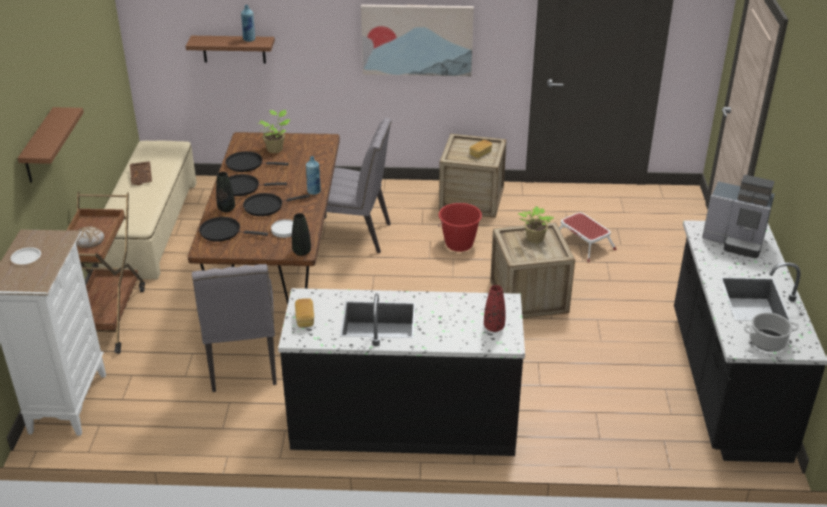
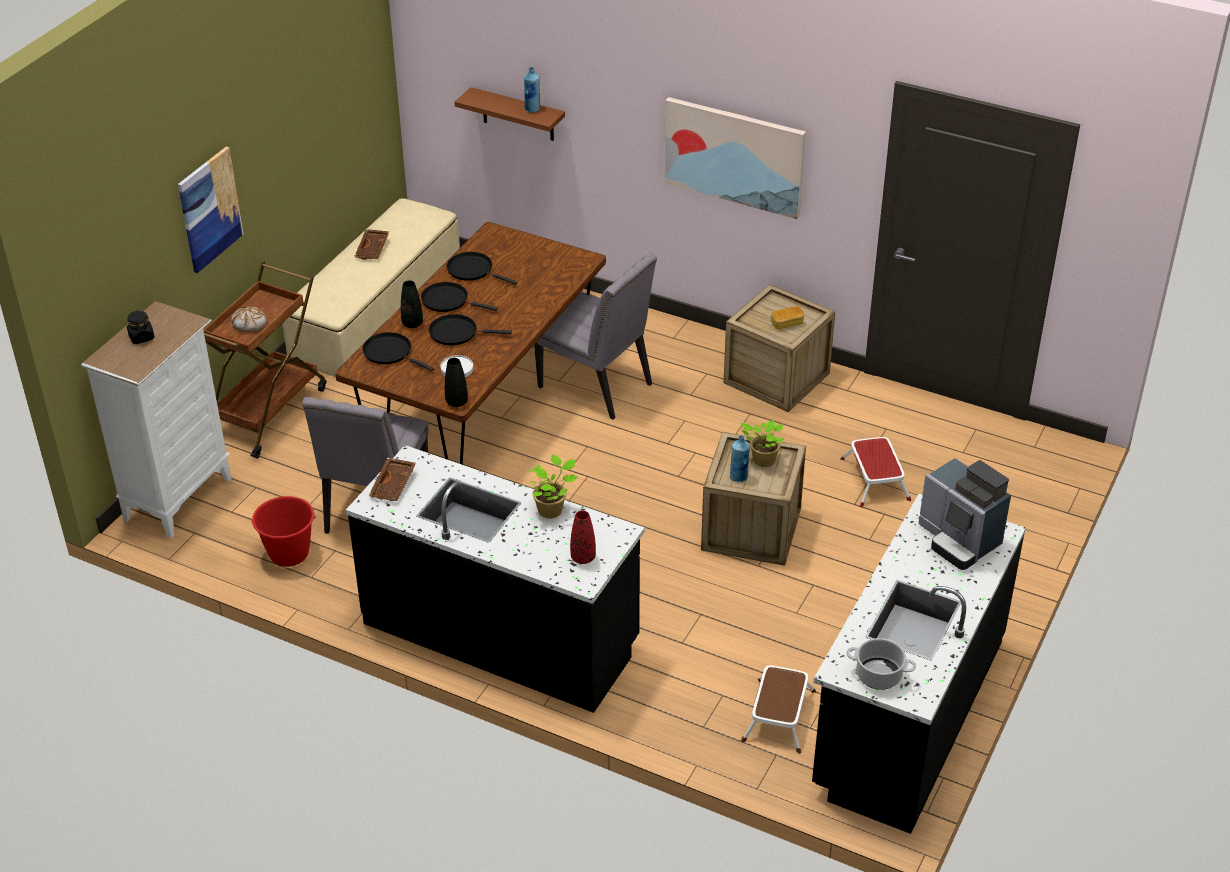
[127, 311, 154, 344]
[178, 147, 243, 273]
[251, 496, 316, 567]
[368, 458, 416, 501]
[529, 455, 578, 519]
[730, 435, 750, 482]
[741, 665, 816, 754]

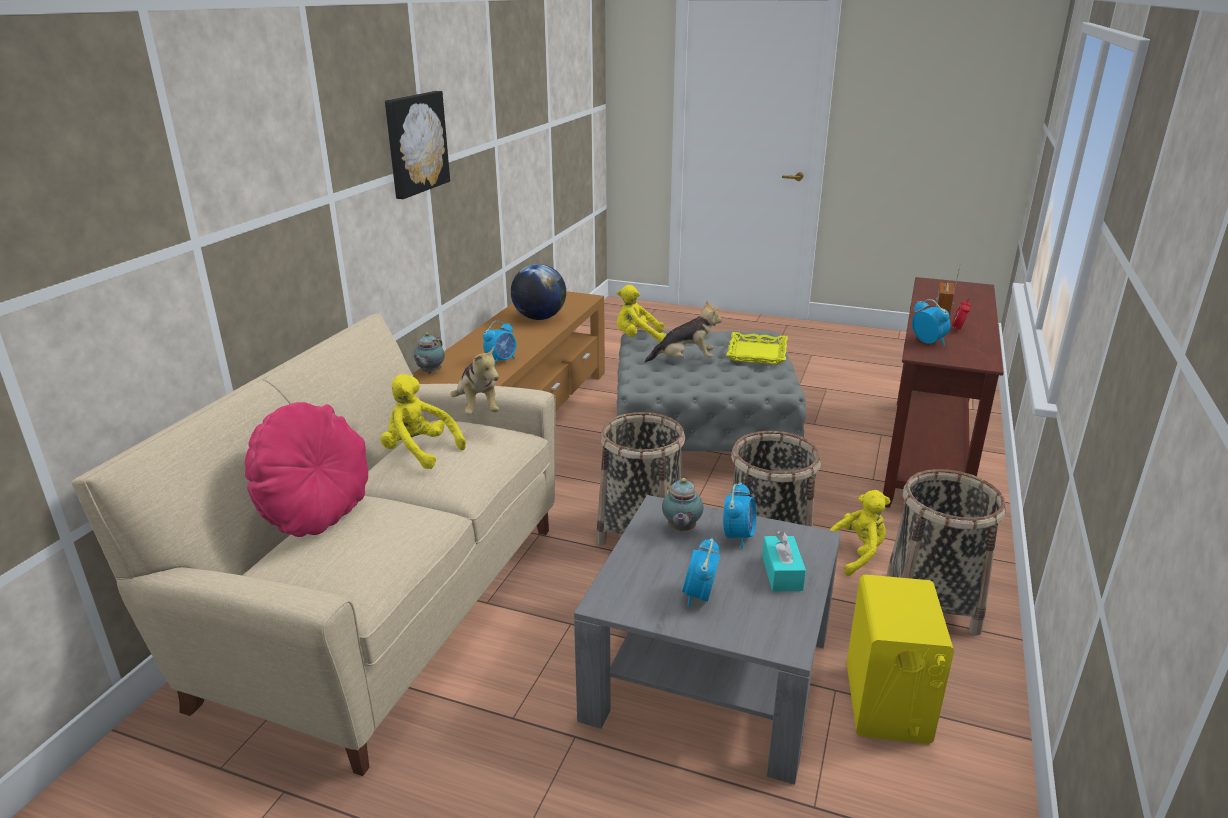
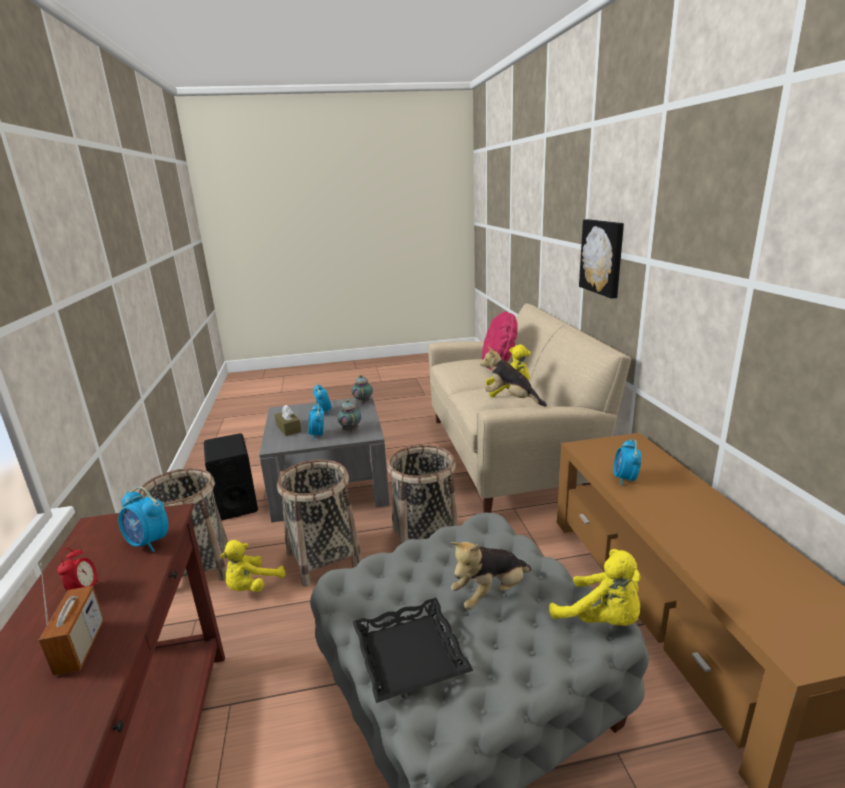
[204, 433, 258, 521]
[275, 405, 301, 436]
[352, 375, 373, 404]
[353, 598, 473, 703]
[549, 549, 641, 626]
[579, 219, 624, 299]
[511, 264, 566, 320] (first image)

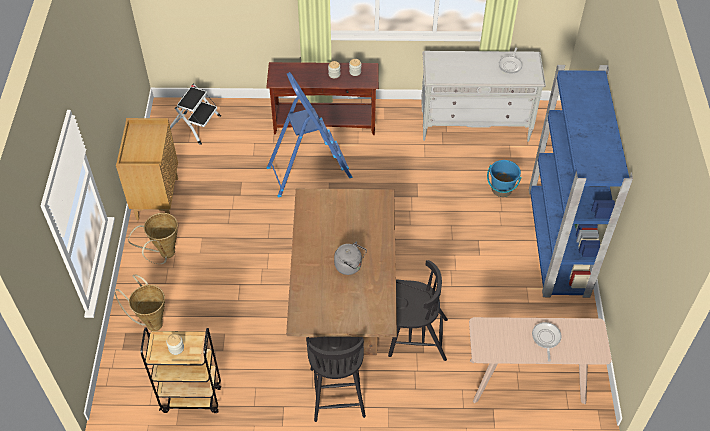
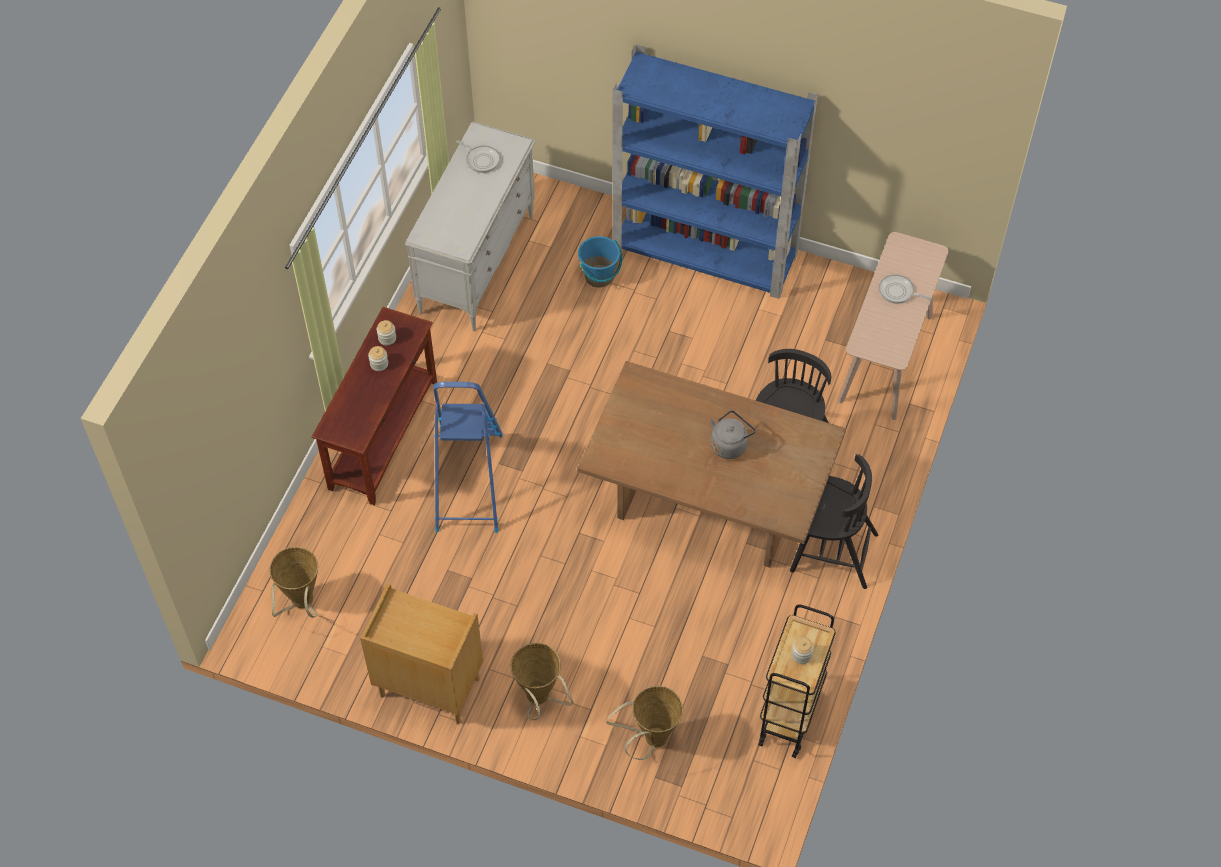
[269, 547, 318, 618]

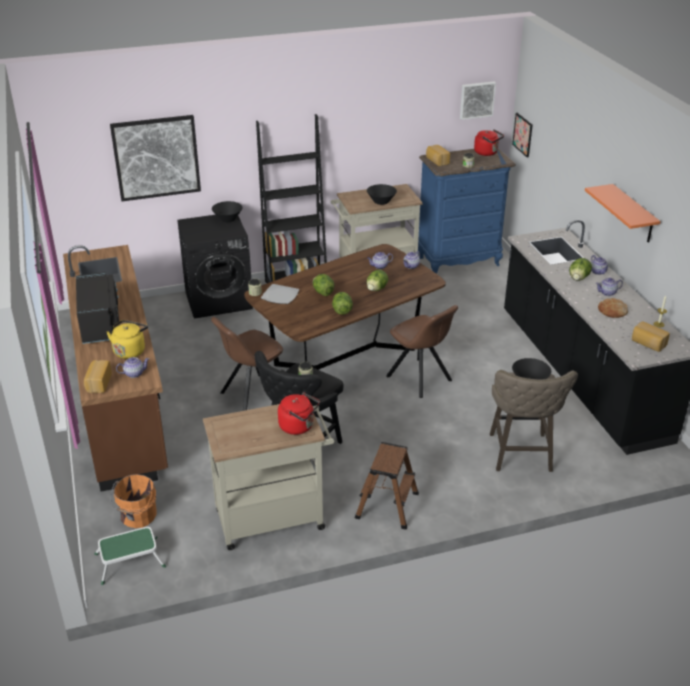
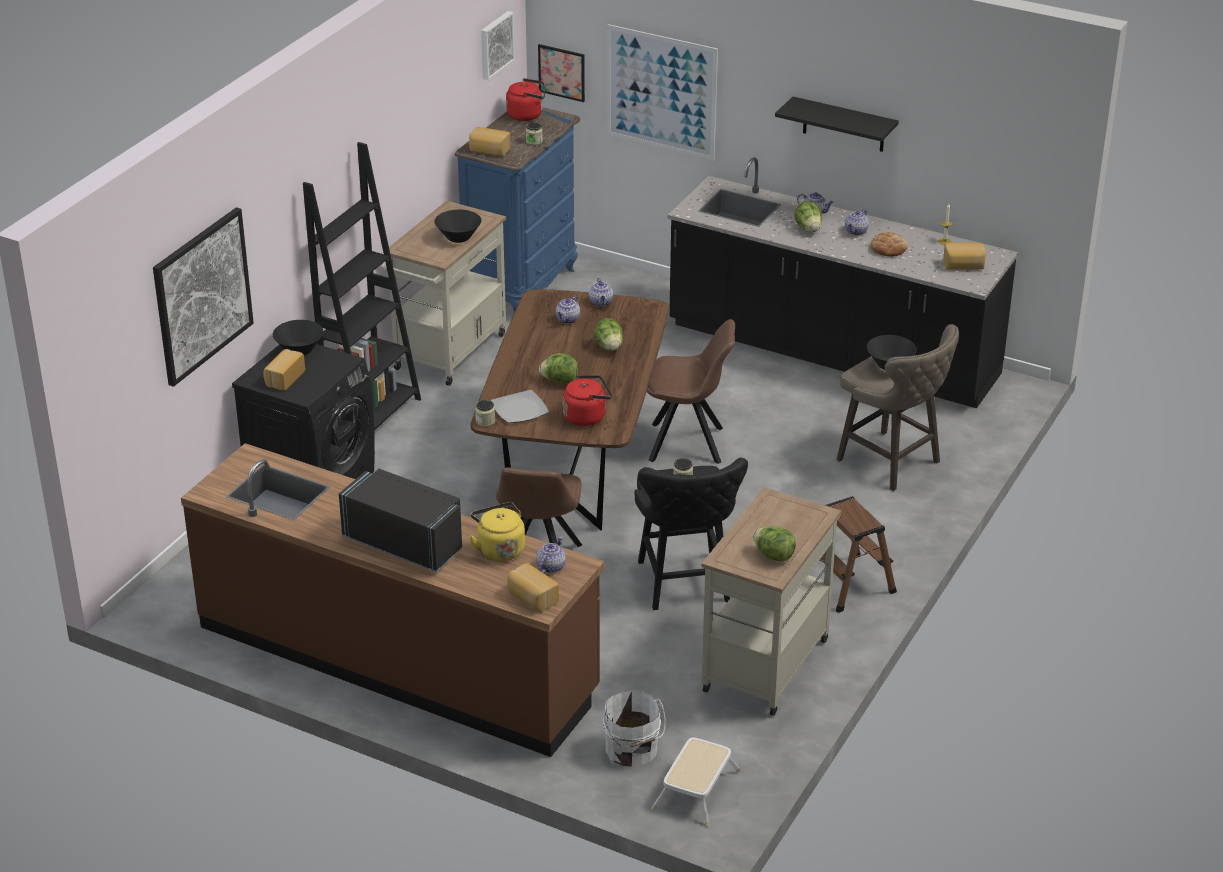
[263, 349, 305, 390]
[563, 375, 612, 426]
[602, 690, 666, 767]
[607, 24, 718, 160]
[651, 738, 741, 827]
[753, 526, 796, 562]
[775, 96, 899, 152]

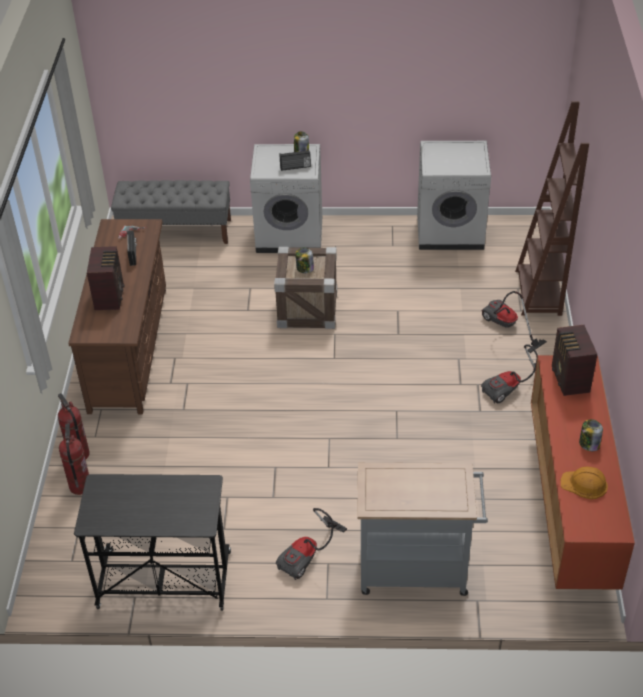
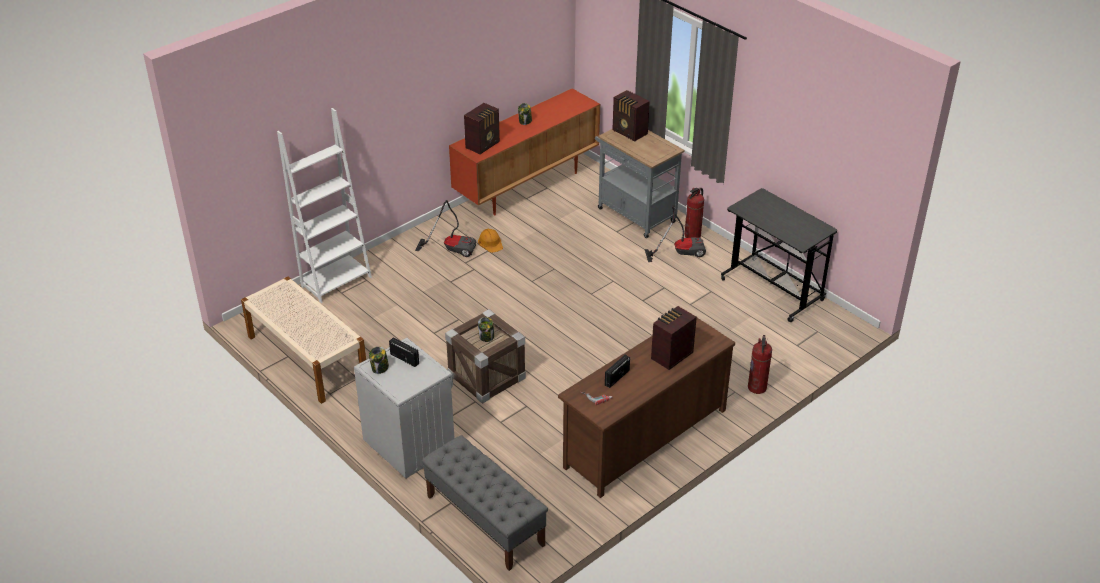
[241, 276, 366, 404]
[277, 108, 372, 303]
[478, 229, 503, 253]
[612, 90, 650, 141]
[685, 188, 704, 238]
[481, 291, 547, 353] (first image)

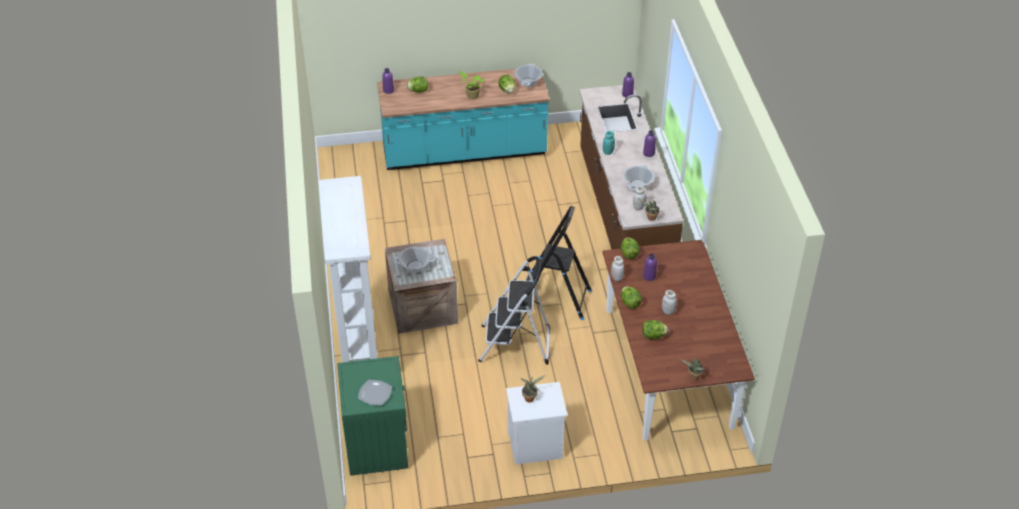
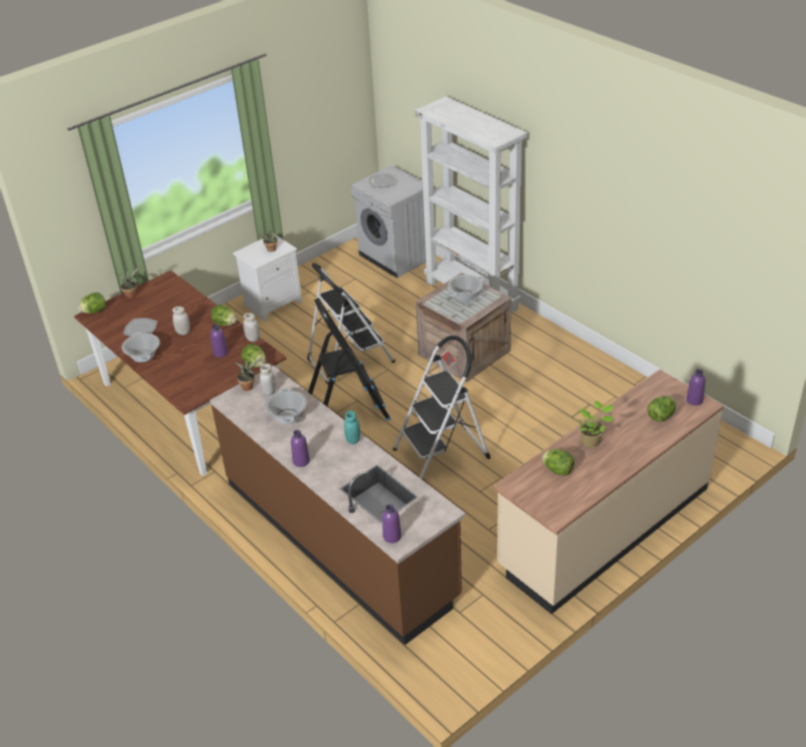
[78, 293, 106, 314]
[121, 332, 160, 362]
[123, 318, 157, 337]
[351, 165, 426, 278]
[393, 336, 491, 479]
[493, 369, 724, 614]

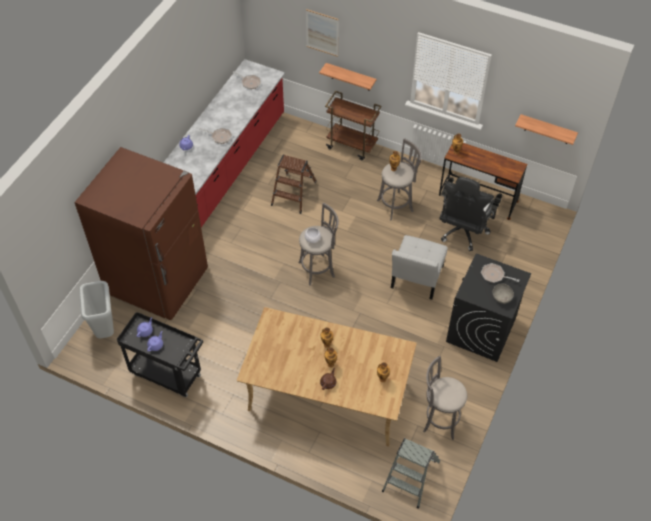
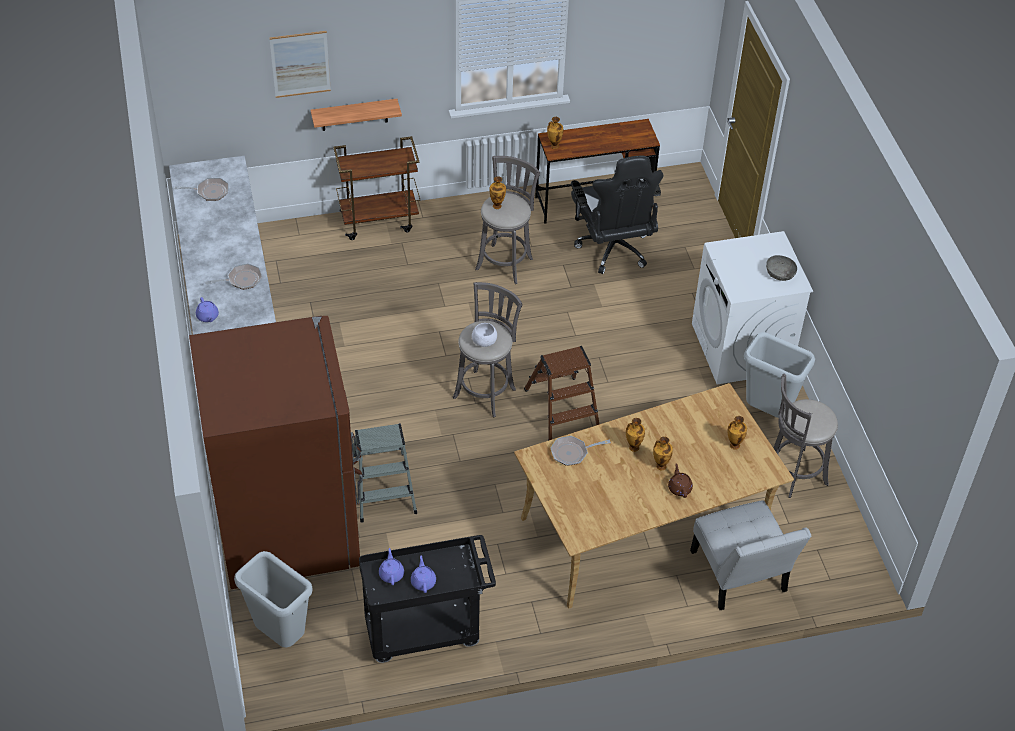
[353, 423, 417, 523]
[524, 346, 599, 441]
[551, 436, 611, 466]
[690, 500, 811, 610]
[692, 231, 813, 384]
[744, 332, 815, 418]
[515, 114, 578, 145] (first image)

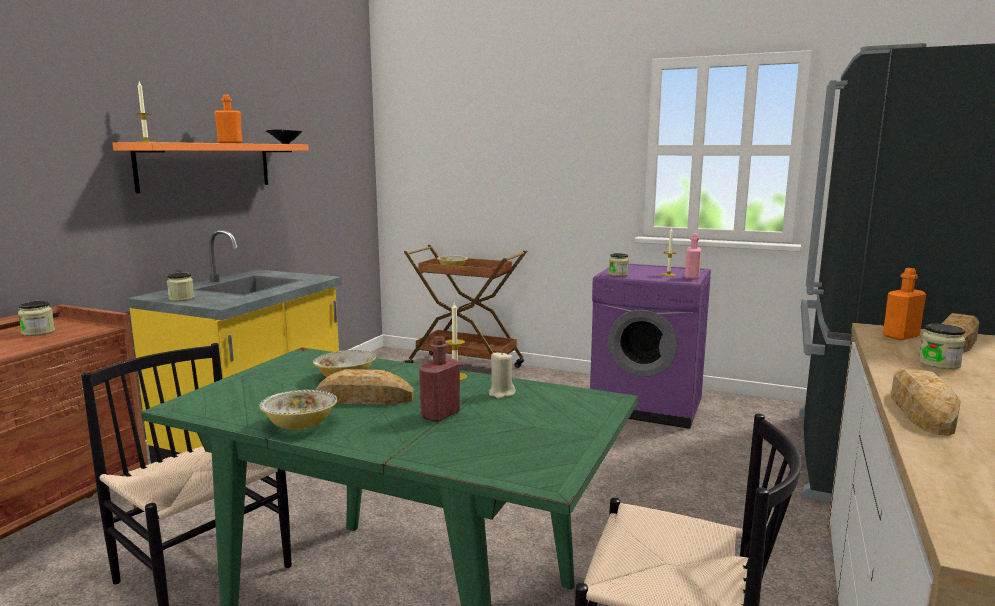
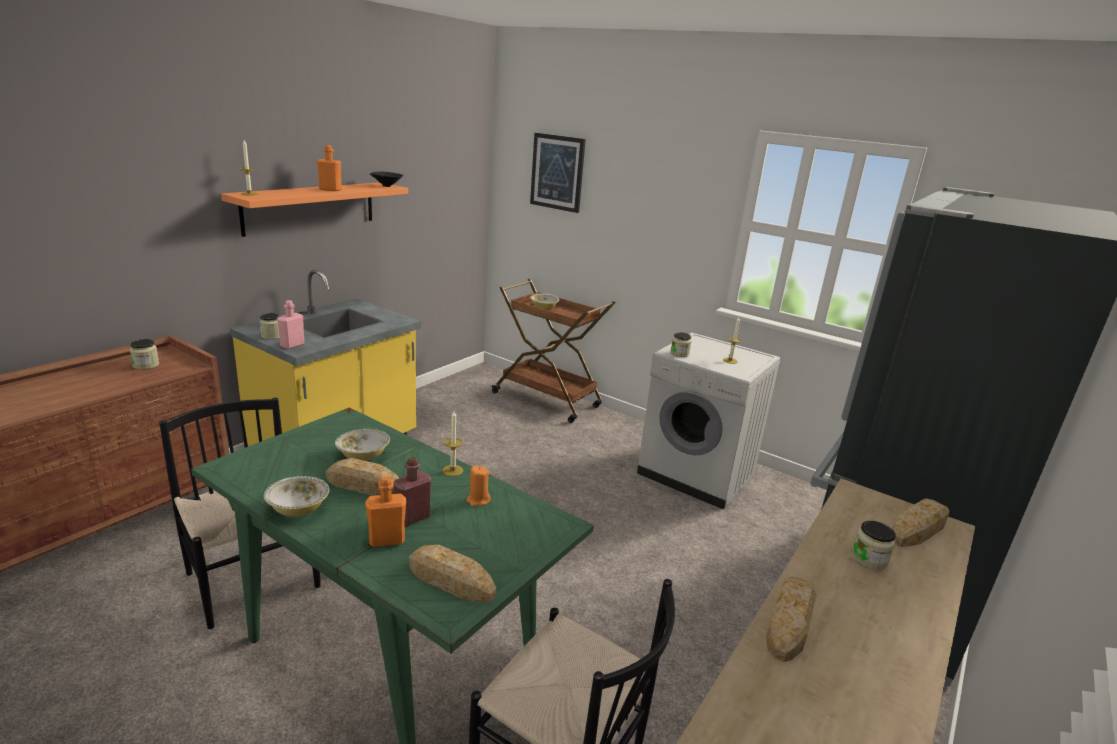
[277, 300, 305, 349]
[366, 476, 406, 547]
[409, 545, 496, 602]
[466, 466, 491, 507]
[530, 133, 586, 213]
[637, 333, 780, 509]

